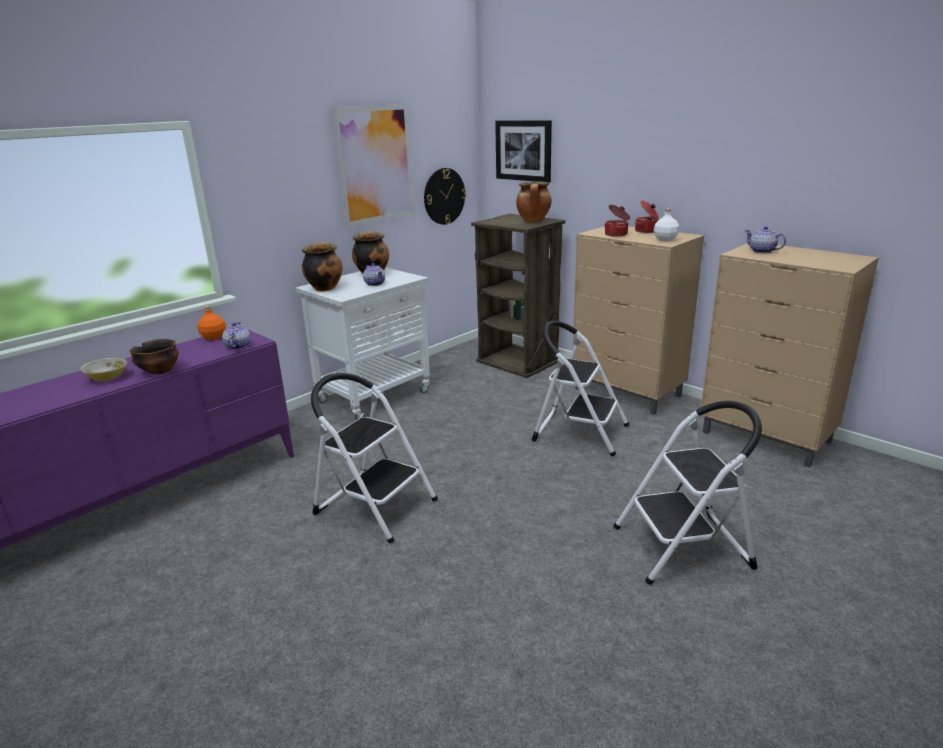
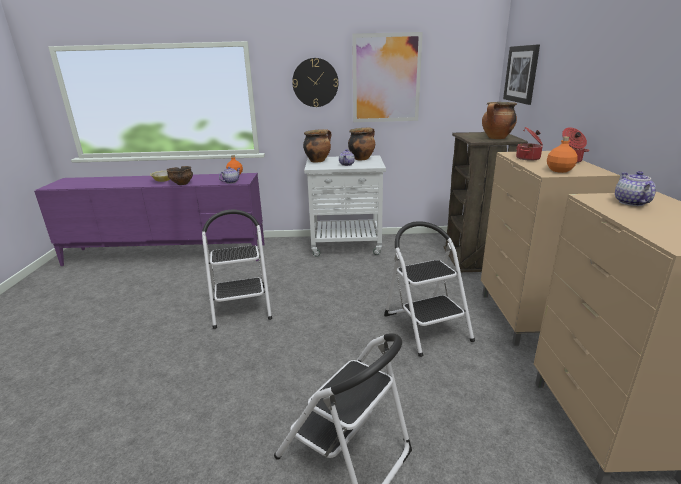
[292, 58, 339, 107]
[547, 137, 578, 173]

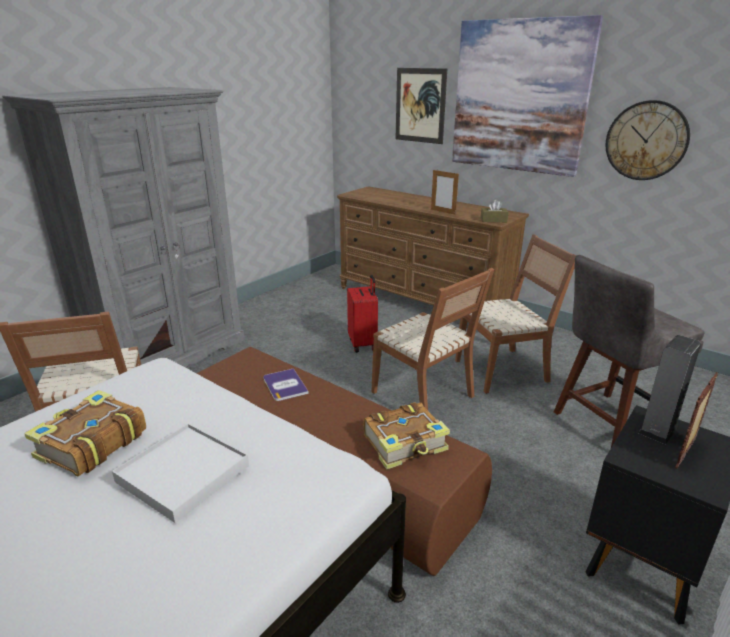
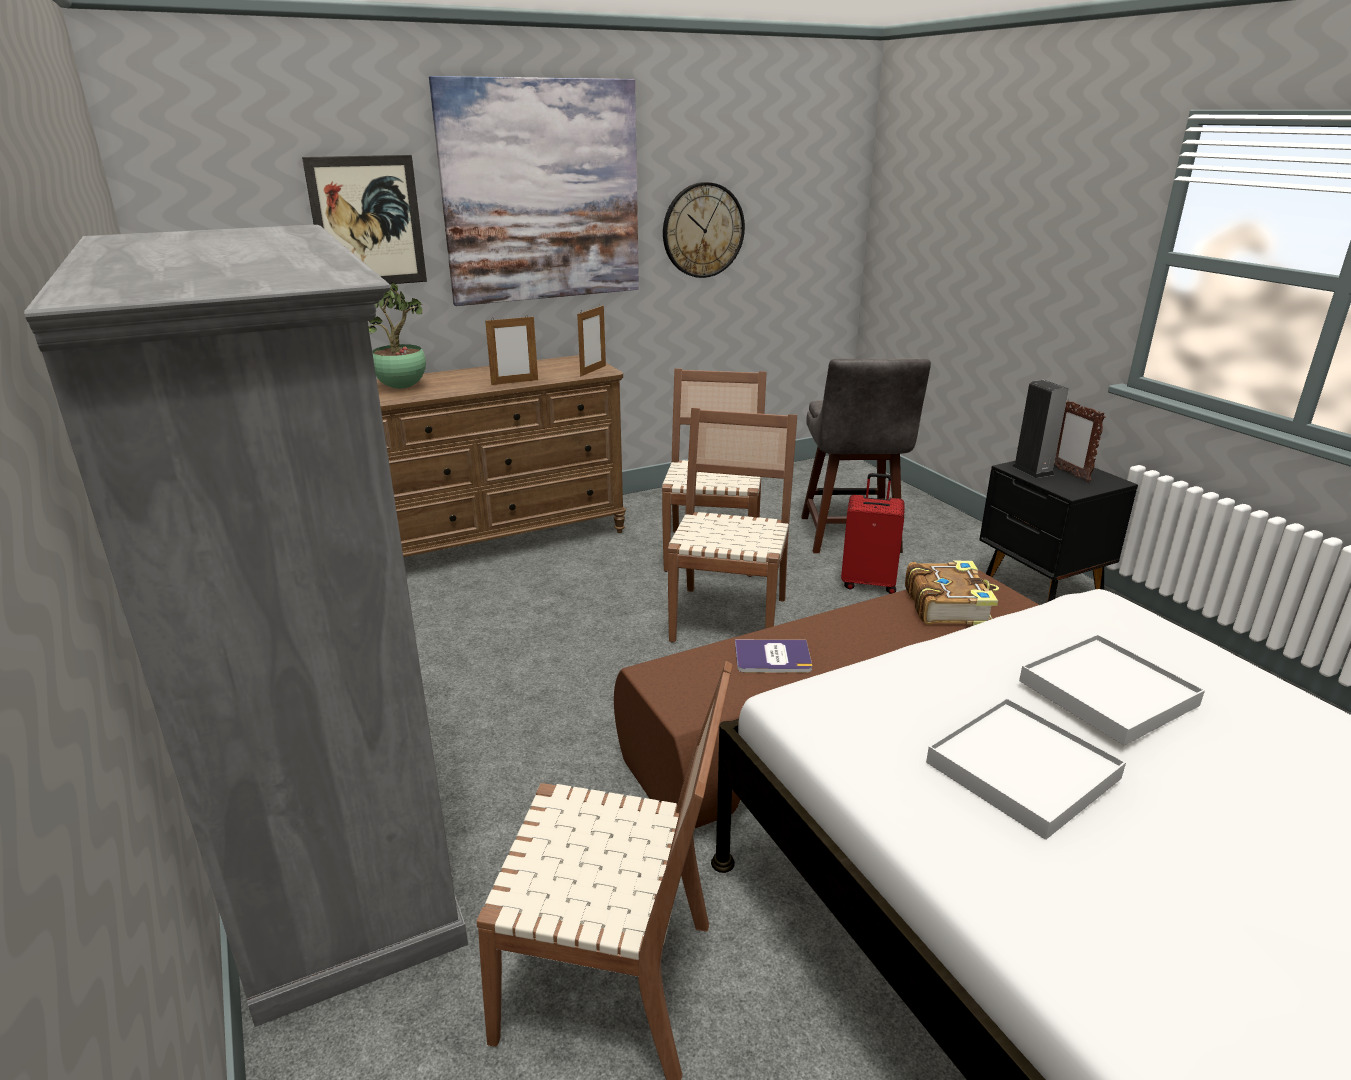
[368, 282, 426, 389]
[577, 306, 606, 376]
[668, 408, 797, 643]
[841, 473, 904, 594]
[926, 698, 1126, 840]

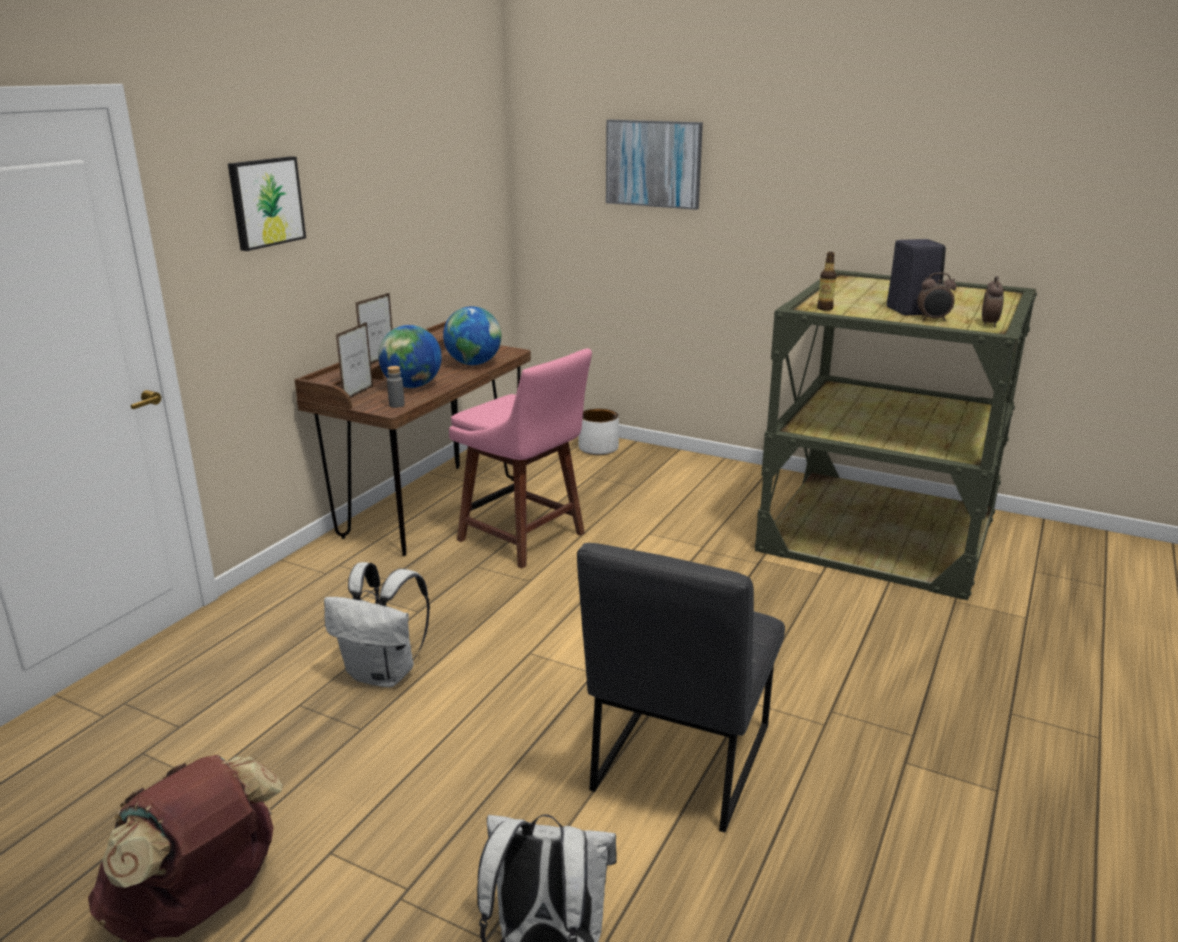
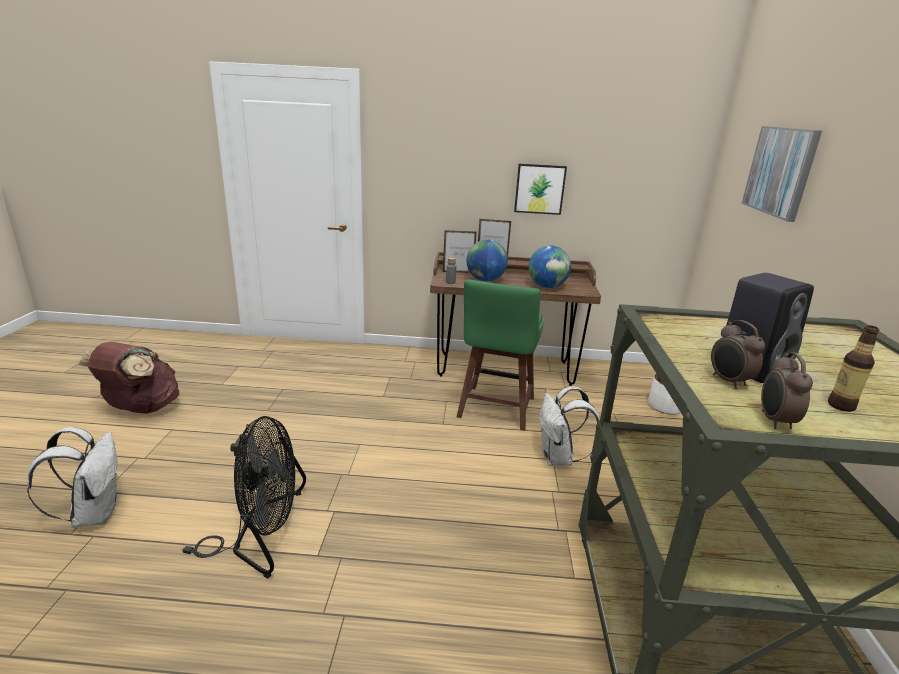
[183, 416, 306, 579]
[457, 279, 543, 430]
[514, 164, 567, 215]
[539, 386, 600, 466]
[761, 352, 813, 429]
[828, 325, 879, 412]

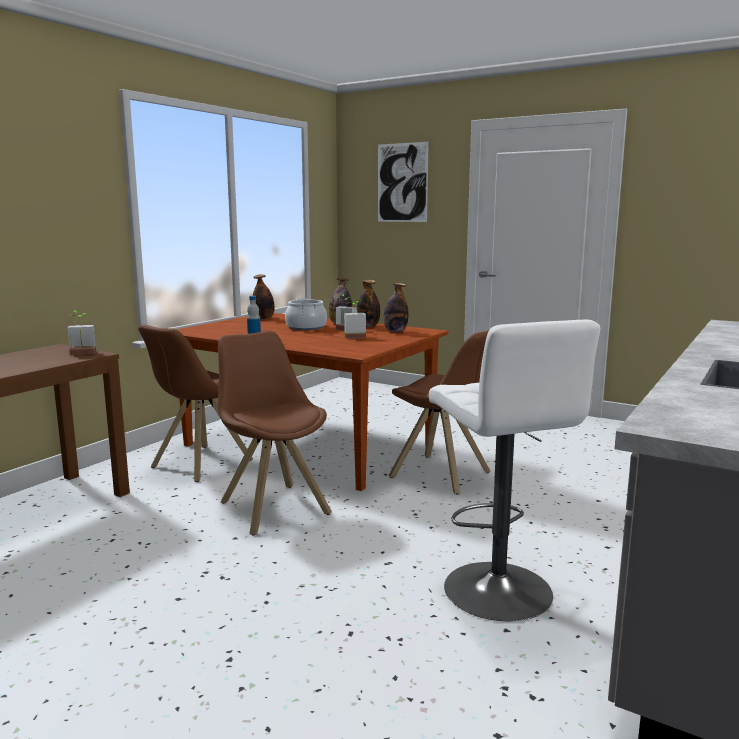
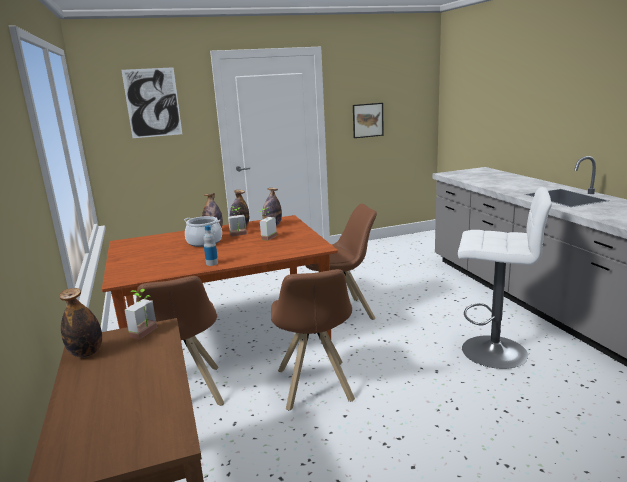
[59, 288, 102, 357]
[271, 269, 355, 411]
[353, 103, 384, 138]

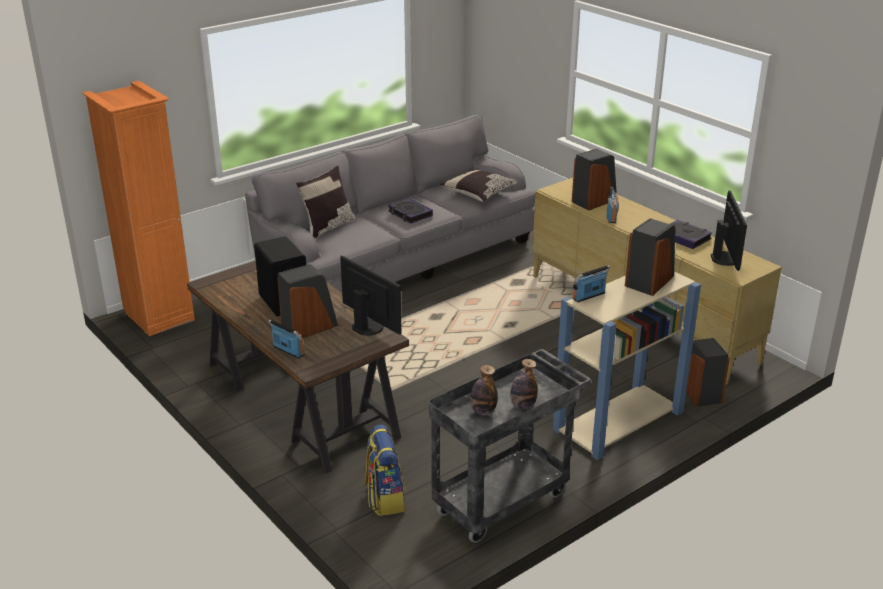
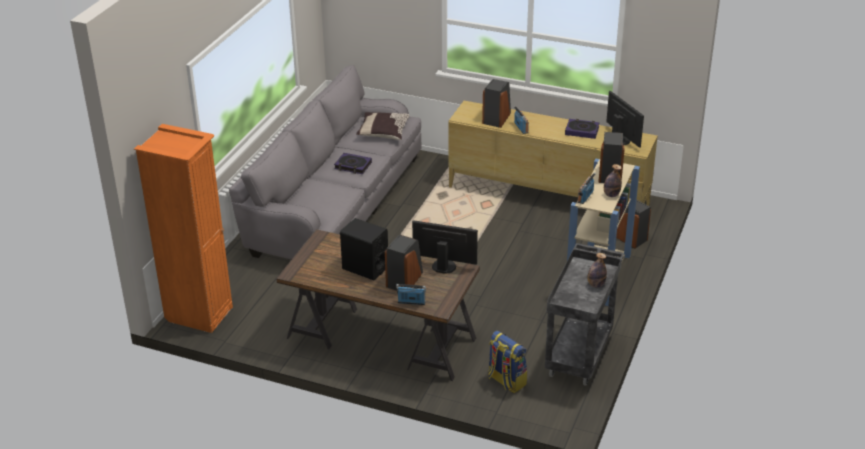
[604, 164, 622, 197]
[296, 166, 356, 238] (first image)

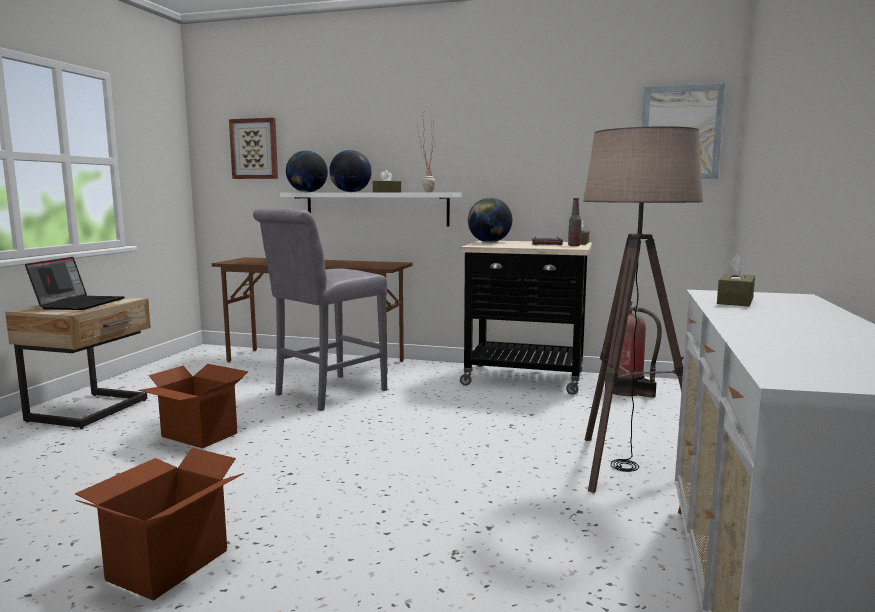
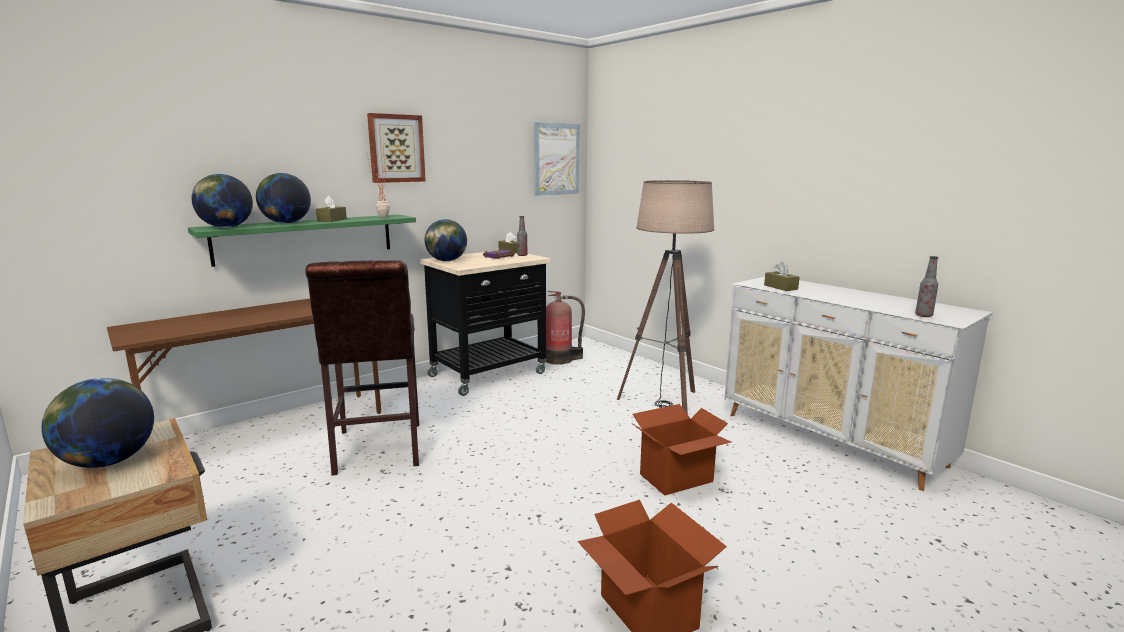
[42, 378, 154, 468]
[188, 214, 416, 267]
[305, 260, 419, 476]
[367, 113, 426, 183]
[631, 404, 731, 496]
[915, 256, 939, 317]

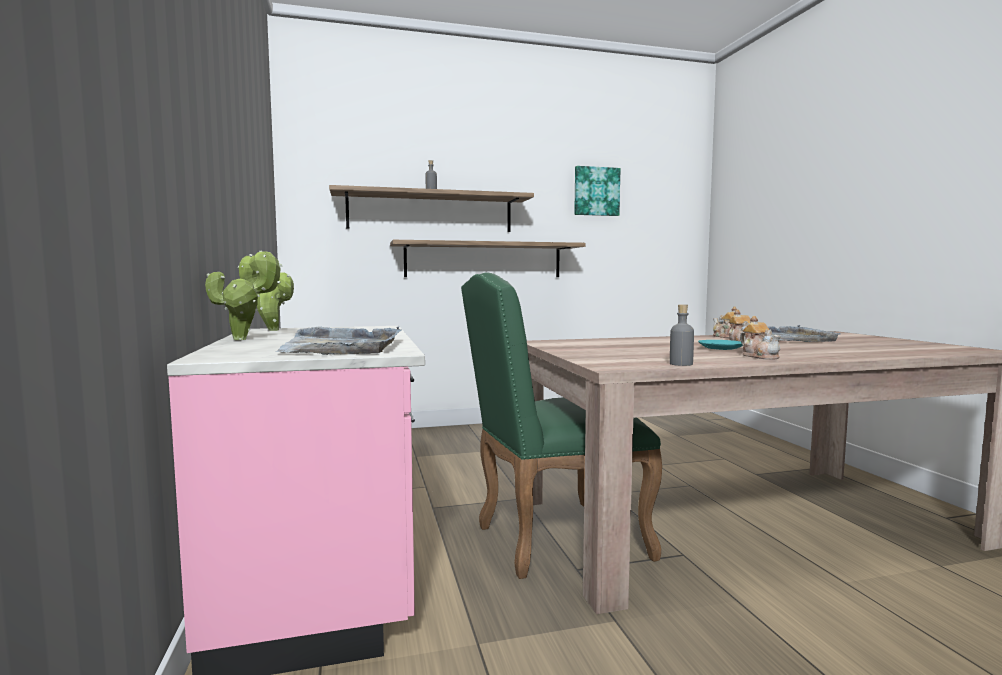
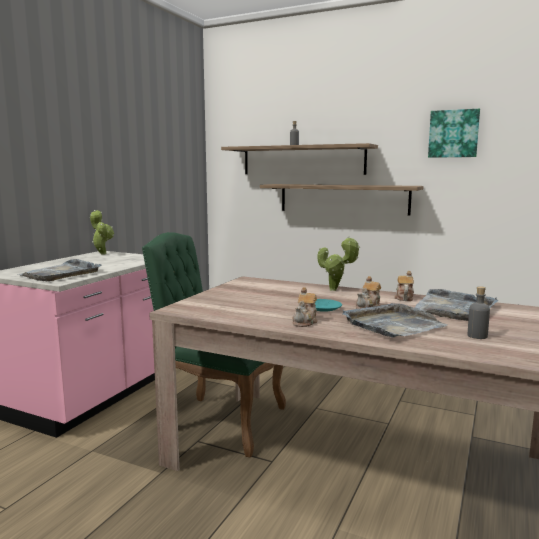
[317, 237, 360, 291]
[342, 303, 448, 338]
[468, 286, 490, 339]

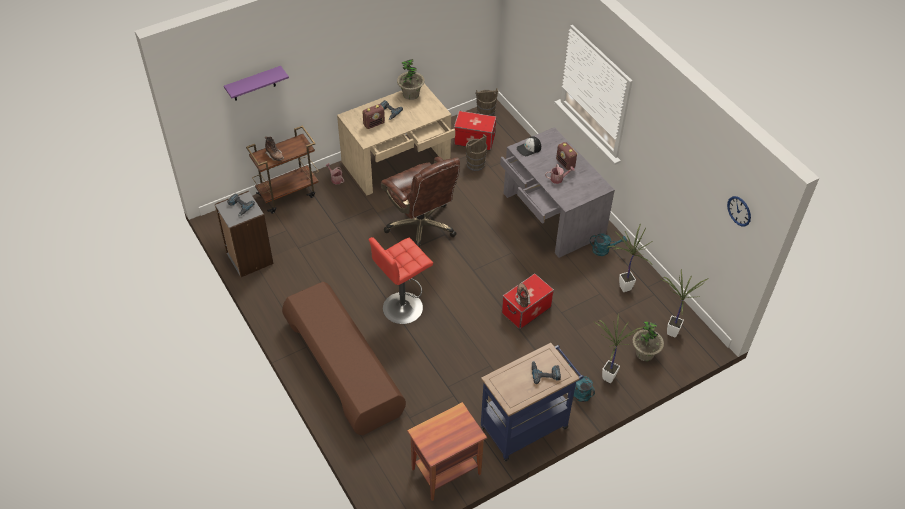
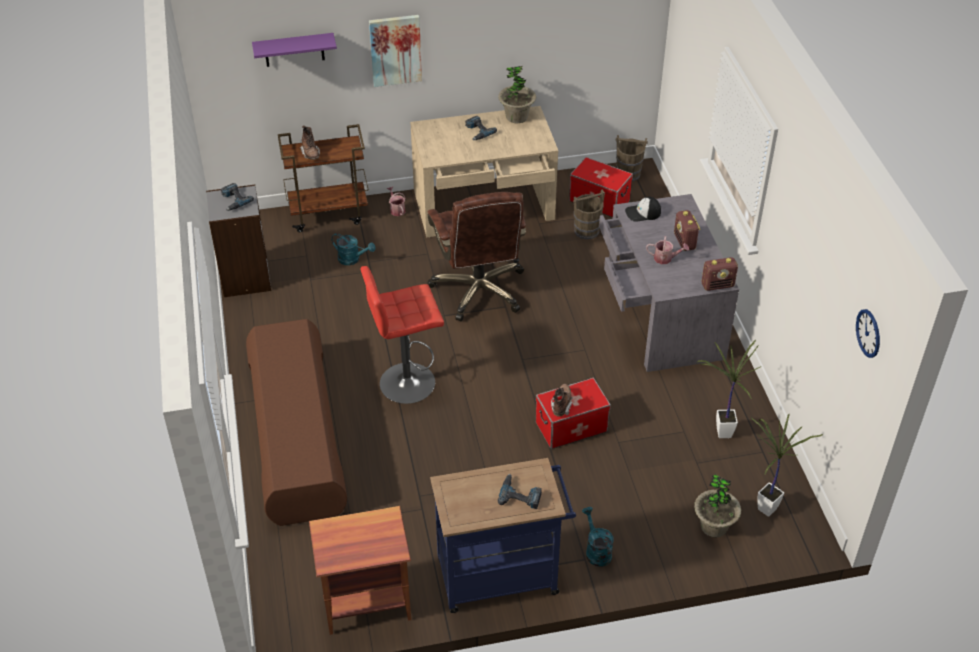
[331, 233, 376, 265]
[369, 15, 422, 87]
[702, 257, 738, 291]
[594, 314, 644, 383] (first image)

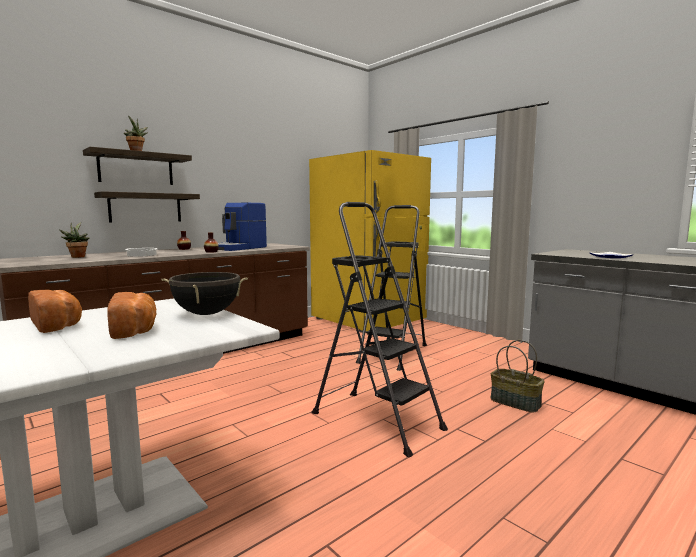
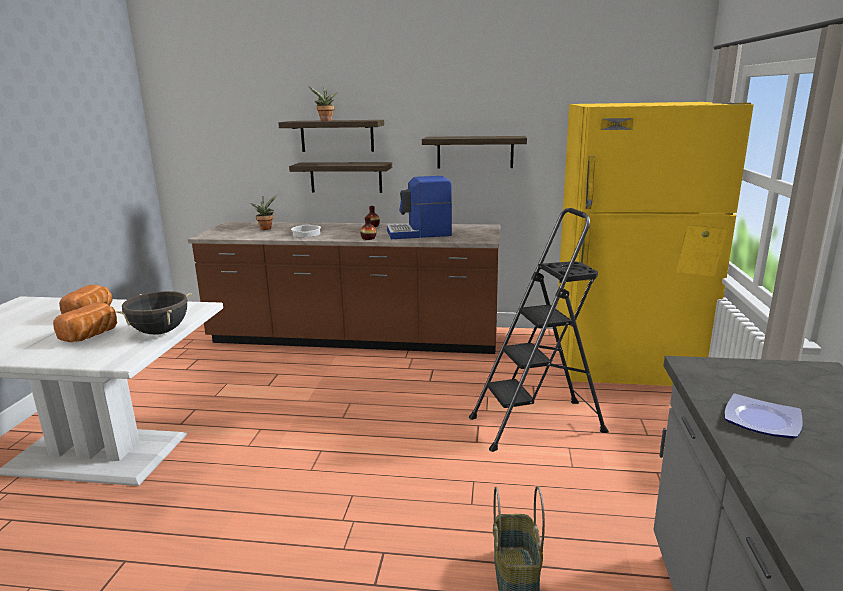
[422, 136, 527, 168]
[311, 202, 448, 457] (first image)

